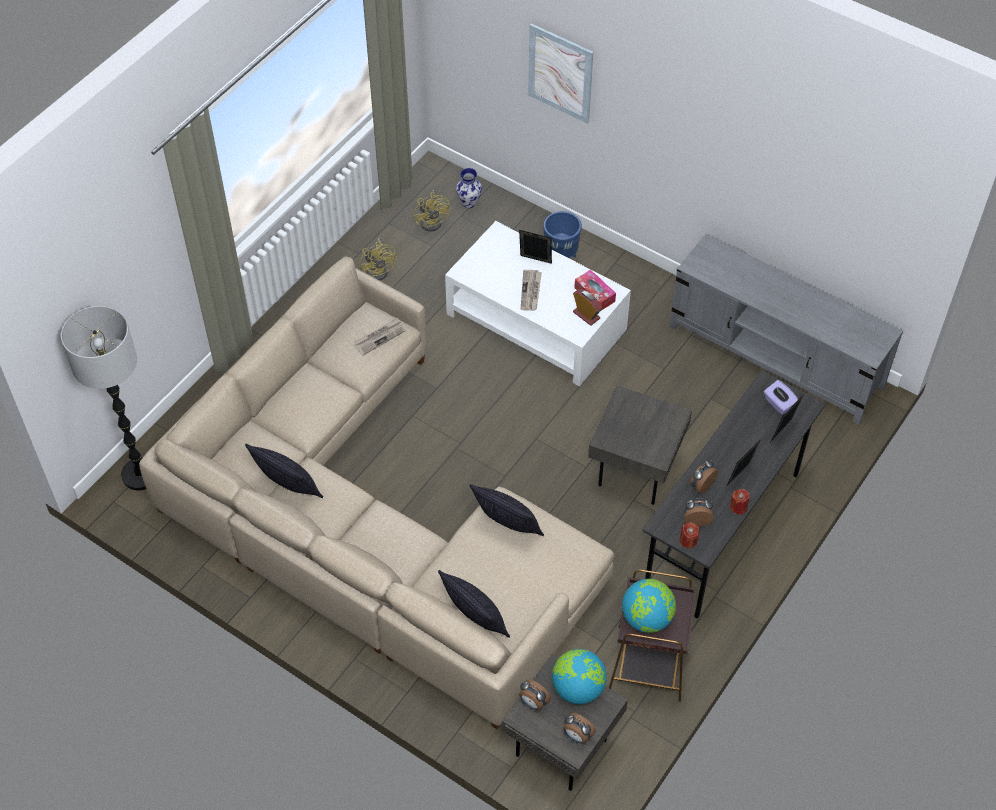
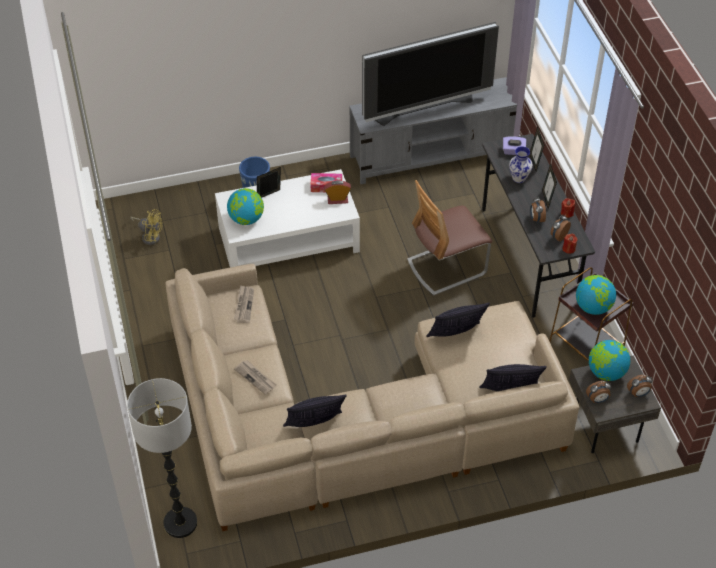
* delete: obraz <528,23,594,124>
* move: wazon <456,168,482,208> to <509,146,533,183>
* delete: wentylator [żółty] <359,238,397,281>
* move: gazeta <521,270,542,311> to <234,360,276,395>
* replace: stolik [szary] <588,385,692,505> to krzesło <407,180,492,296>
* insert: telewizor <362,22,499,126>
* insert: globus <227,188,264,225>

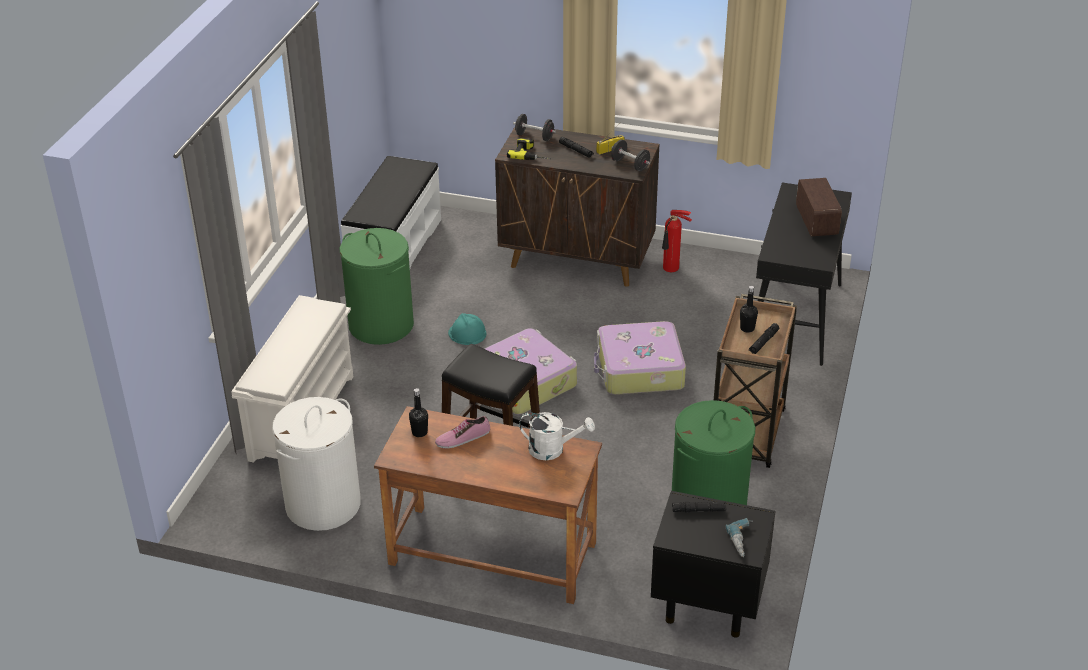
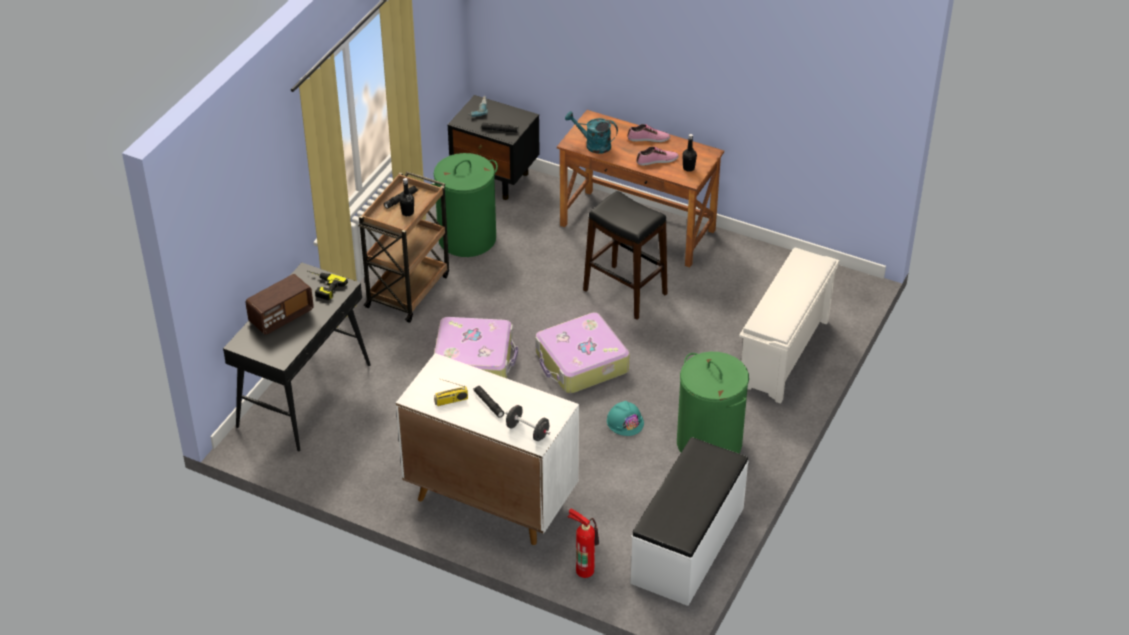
* recolor: szafka [brązowy] <495,127,660,287> to szafka [biały] <396,353,579,545>
* move: wiertarka <507,138,551,160> to <307,271,348,300>
* delete: hantel [czarny] <611,139,650,171>
* rotate: radio <796,178,842,236> = <246,274,314,335> 135 degrees counterclockwise
* move: gaśnica <662,210,692,272> to <568,509,599,578>
* delete: kosz na pranie [biały] <272,397,361,531>
* recolor: konewka [biały] <519,412,595,460> to konewka [turkusowy] <565,111,618,154>
* insert: but <627,124,670,142>

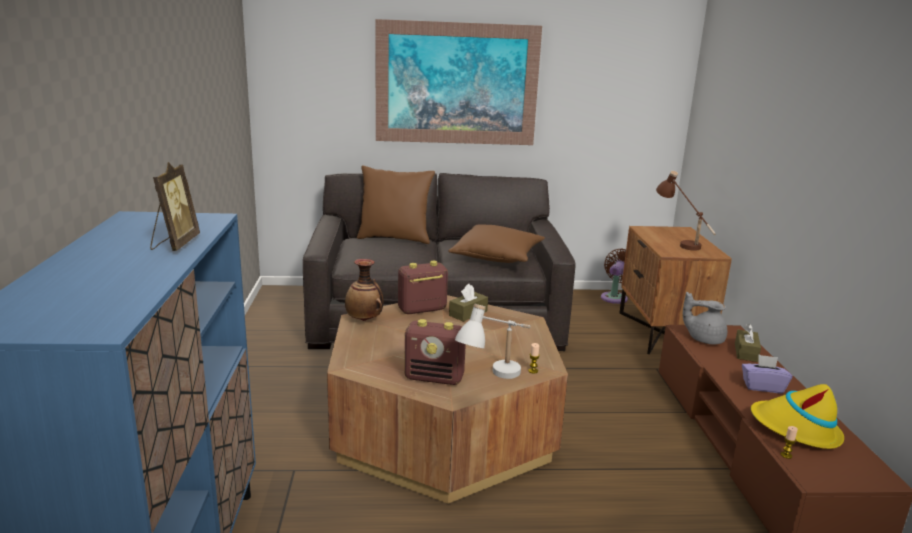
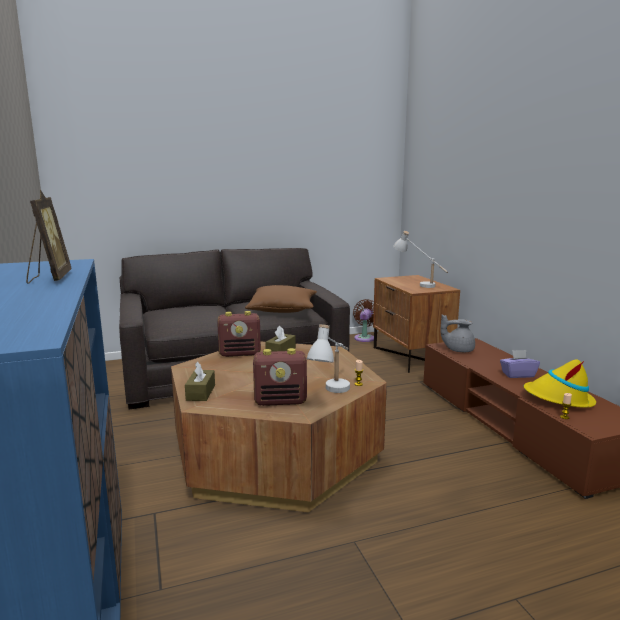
* delete: obraz <375,19,542,145>
* delete: poduszka [brązowy] <357,165,435,244>
* recolor: lampa stołowa [brązowy] <656,171,716,251> to lampa stołowa [biały] <393,231,448,288>
* delete: wazon <345,259,384,321>
* rotate: radio <398,261,448,314> = <217,311,261,357> 150 degrees counterclockwise
* move: pudełko chusteczek [brązowy] <735,324,761,362> to <185,361,215,401>

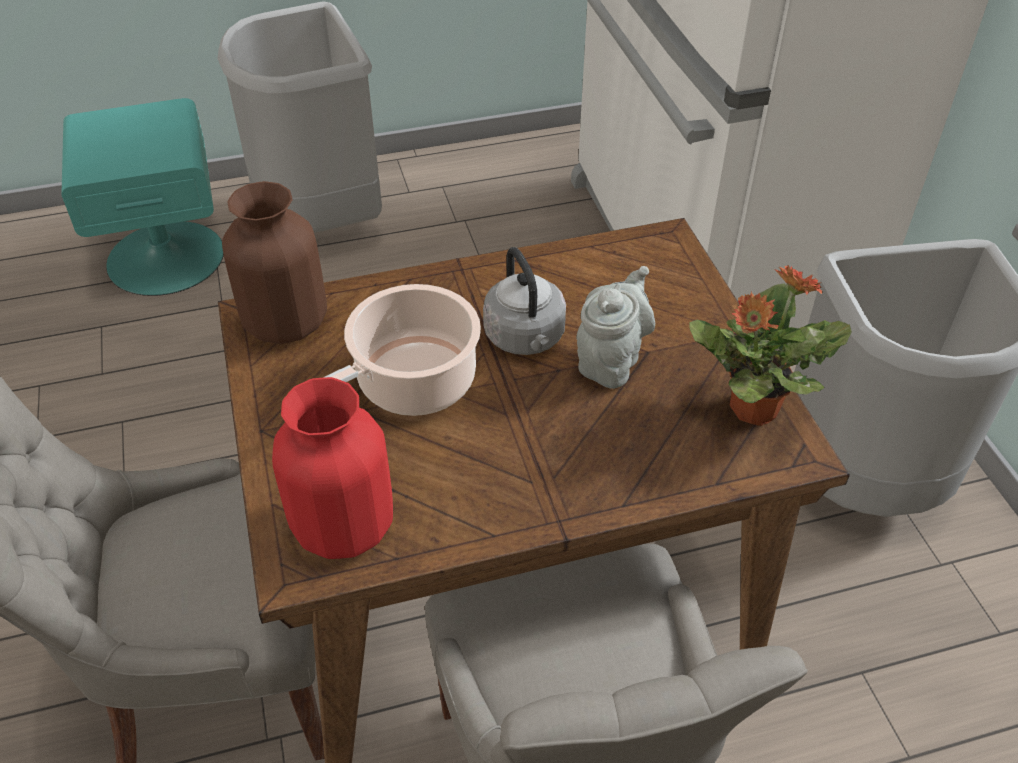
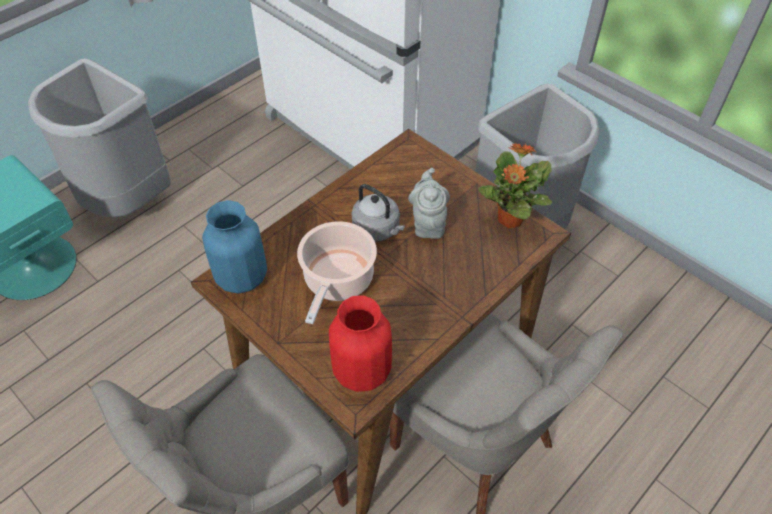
* recolor: wazon [brązowy] <222,181,327,344> to wazon [niebieski] <202,200,267,293>

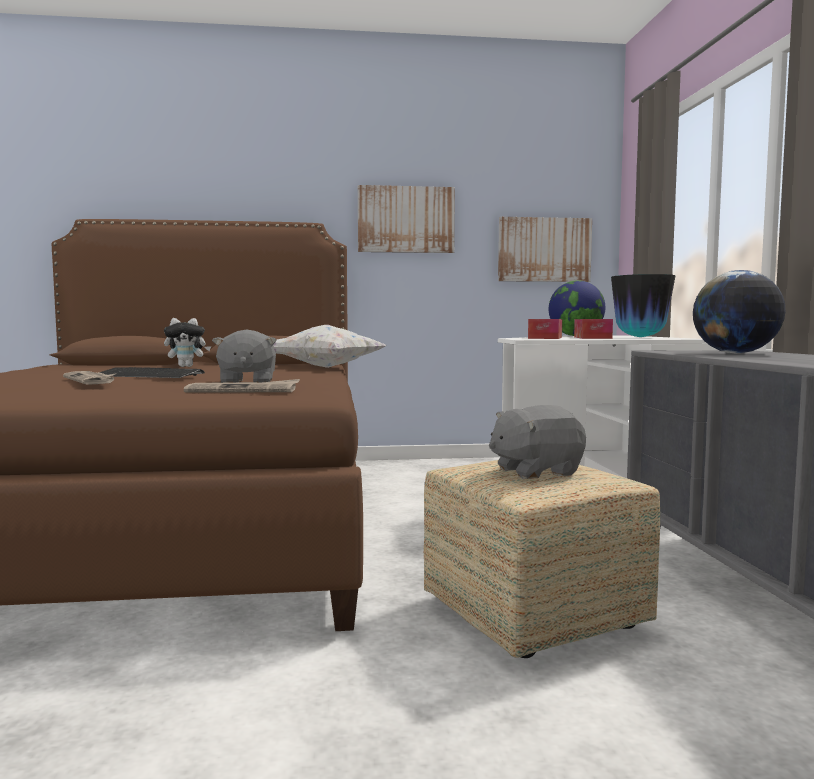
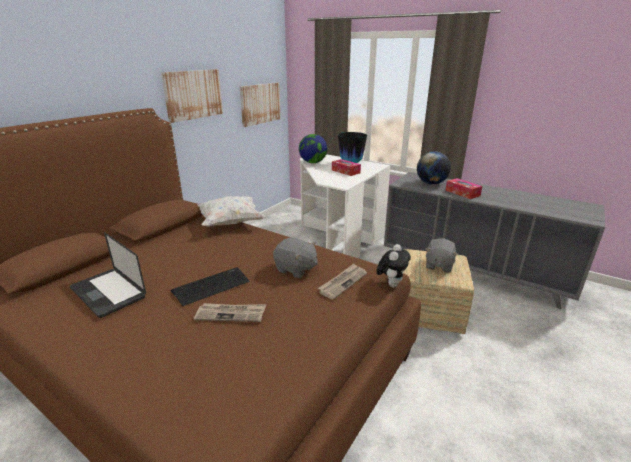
* move: pluszak <164,318,211,367> to <376,244,411,287>
* move: pudełko chusteczek <528,319,562,339> to <445,178,482,199>
* insert: laptop <70,232,146,318>

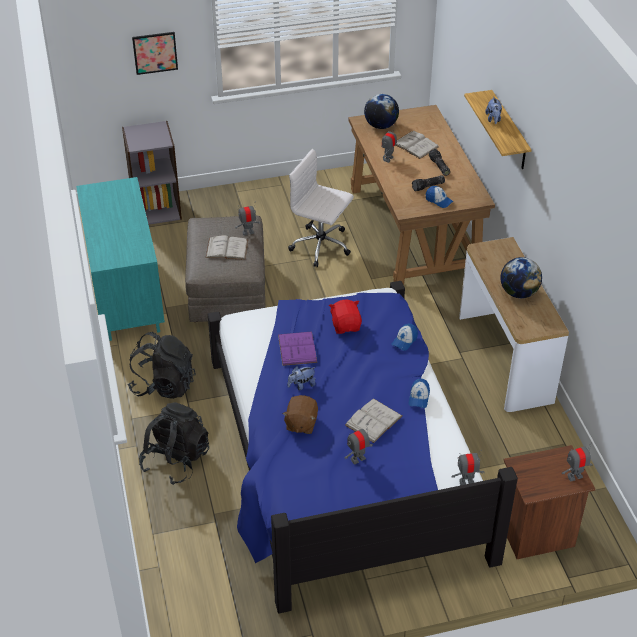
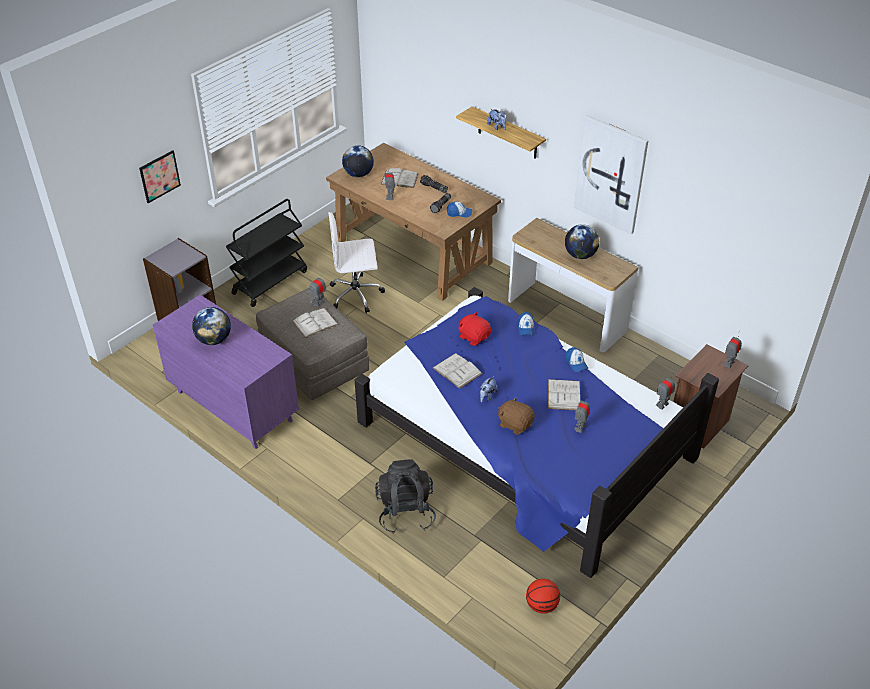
* recolor: komoda [turkusowy] <76,177,165,341> to komoda [fioletowy] <153,295,299,449>
* recolor: książka [fioletowy] <278,331,317,366> to książka [biały] <433,353,482,389>
* delete: plecak [czarny] <127,332,196,399>
* rotate: pluszak [brązowy] <282,395,318,434> = <498,397,535,435> 150 degrees clockwise
* insert: obraz <574,115,648,234>
* insert: wózek [czarny] <226,199,307,307>
* insert: globus <192,307,231,345>
* insert: piłka do koszykówki <526,579,560,614>

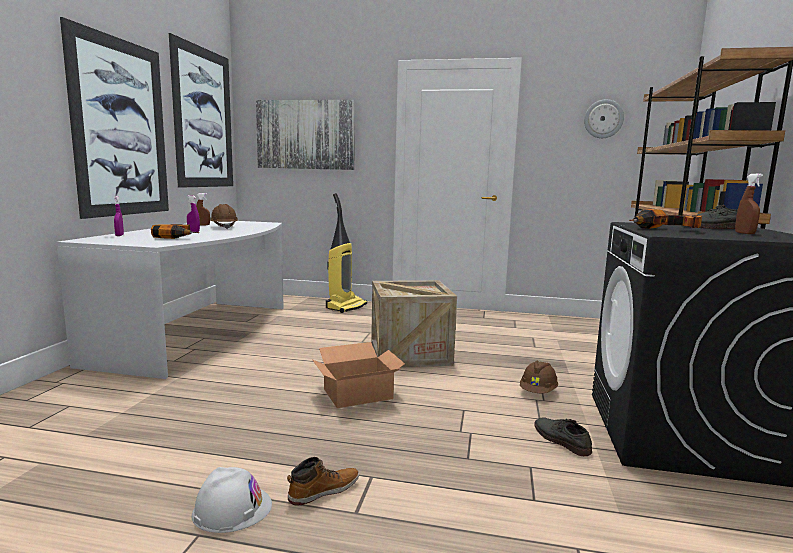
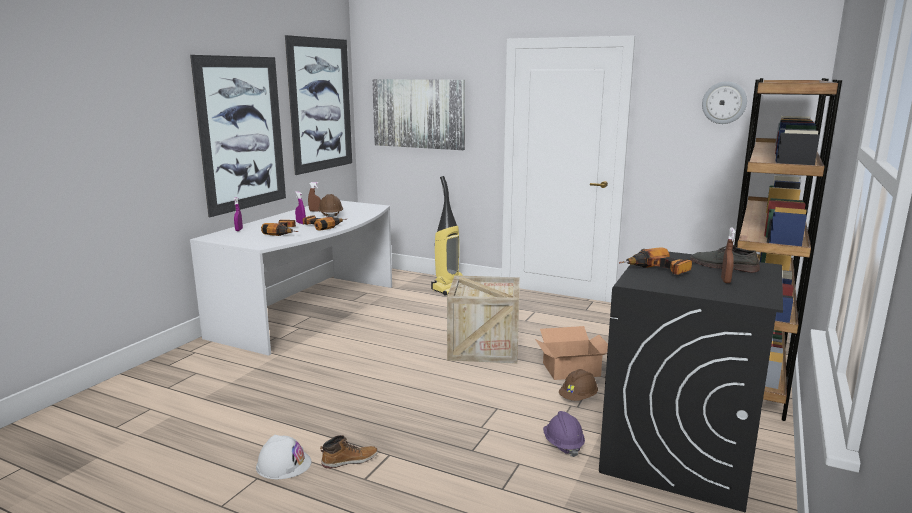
* move: karton <312,342,405,408> to <535,326,608,380>
* replace: but [szary] <534,417,592,456> to kask [fioletowy] <543,411,585,457>
* insert: wiertarka <303,215,346,231>

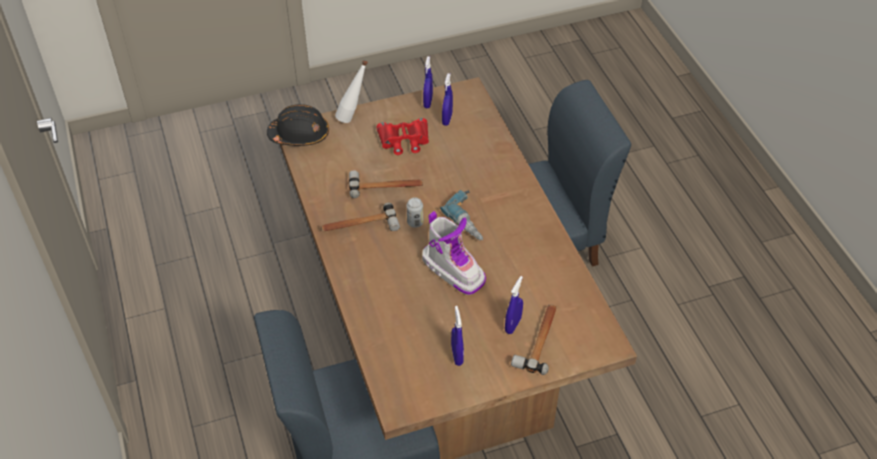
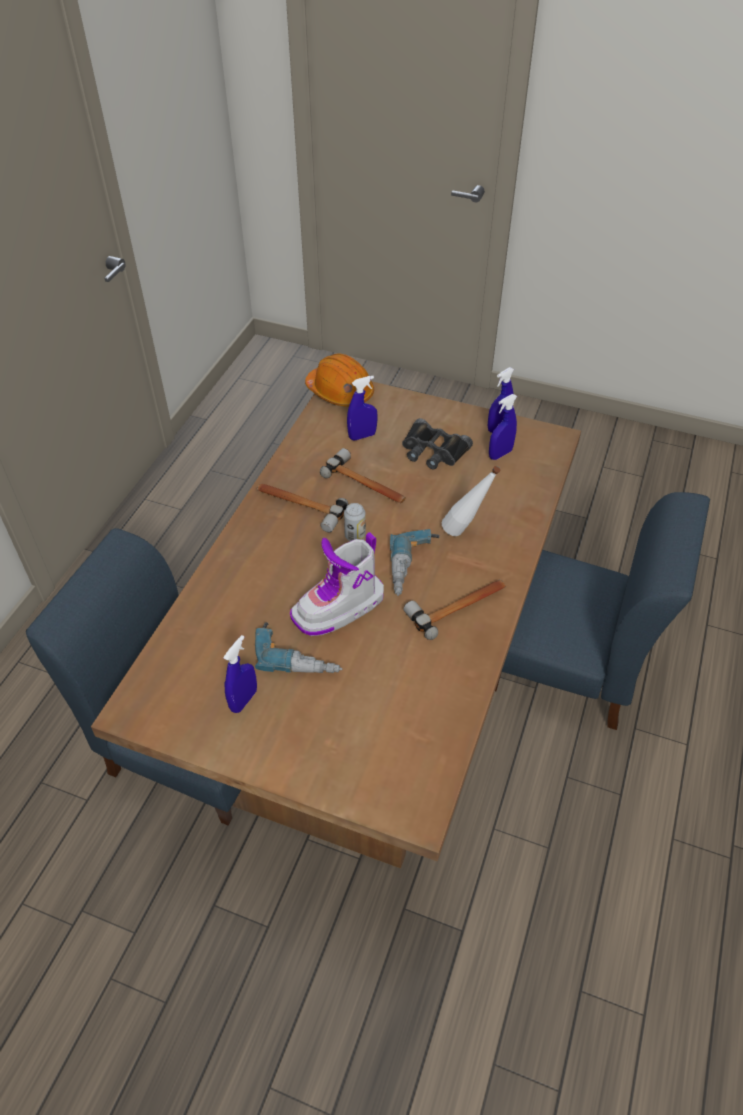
* move: butelka [biały] <335,60,368,123> to <442,466,500,536>
* recolor: kask [czarny] <267,104,329,146> to kask [pomarańczowy] <305,354,374,407>
* recolor: lornetka [czerwony] <376,118,429,155> to lornetka [czarny] <402,418,473,469>
* rotate: but z cholewką <422,211,486,295> = <290,532,384,636> 60 degrees clockwise
* move: spryskiwacz [niebieski] <505,276,523,334> to <347,376,378,440>
* move: młotek <511,305,557,375> to <404,579,506,640>
* insert: wiertarka <255,622,342,673>

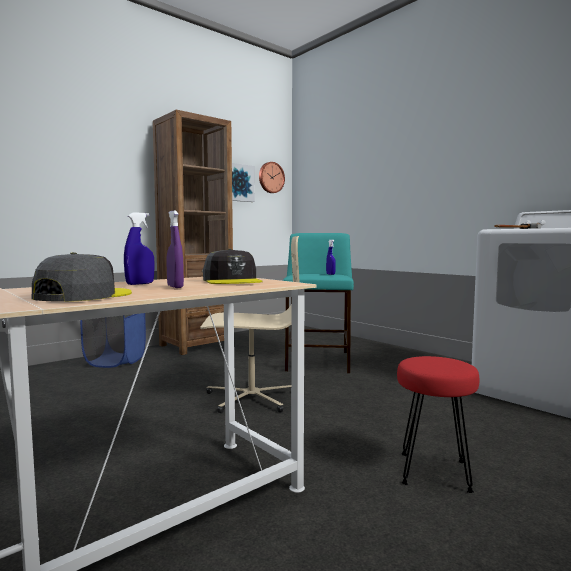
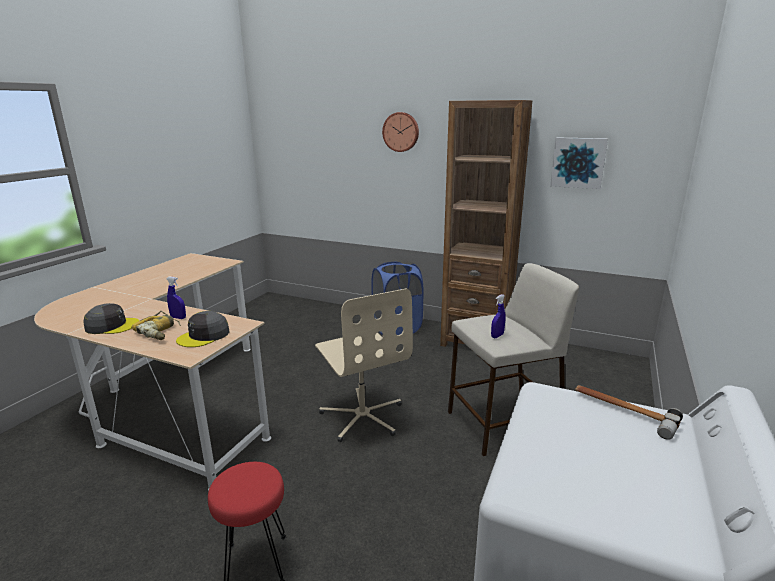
* move: zegar ścienny <259,162,285,193> to <382,112,419,152>
* replace: spryskiwacz [fioletowy] <166,211,184,288> to wiertarka <131,311,181,340>
* recolor: stołek [turkusowy] <283,233,354,373> to stołek [beżowy] <448,263,579,456>

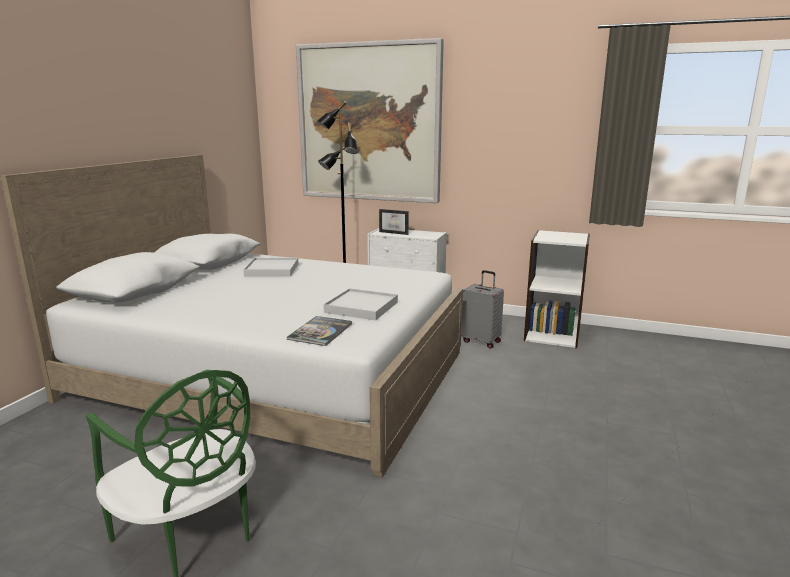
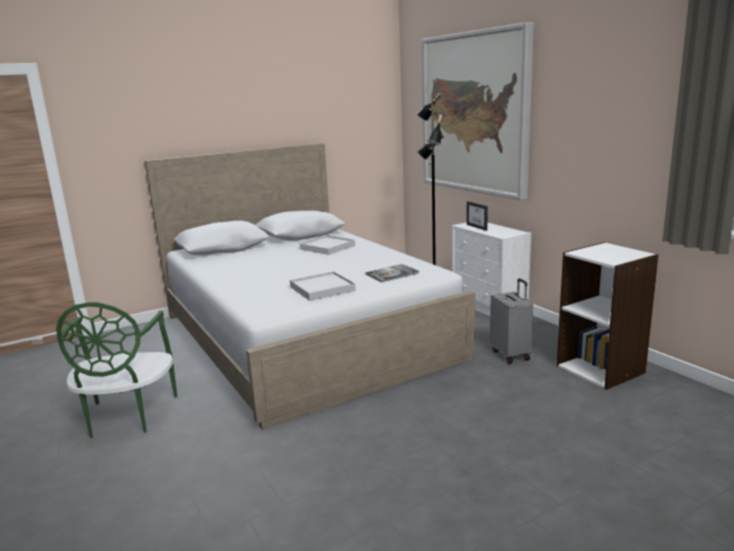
* move: książka <287,316,352,346> to <365,264,419,282>

